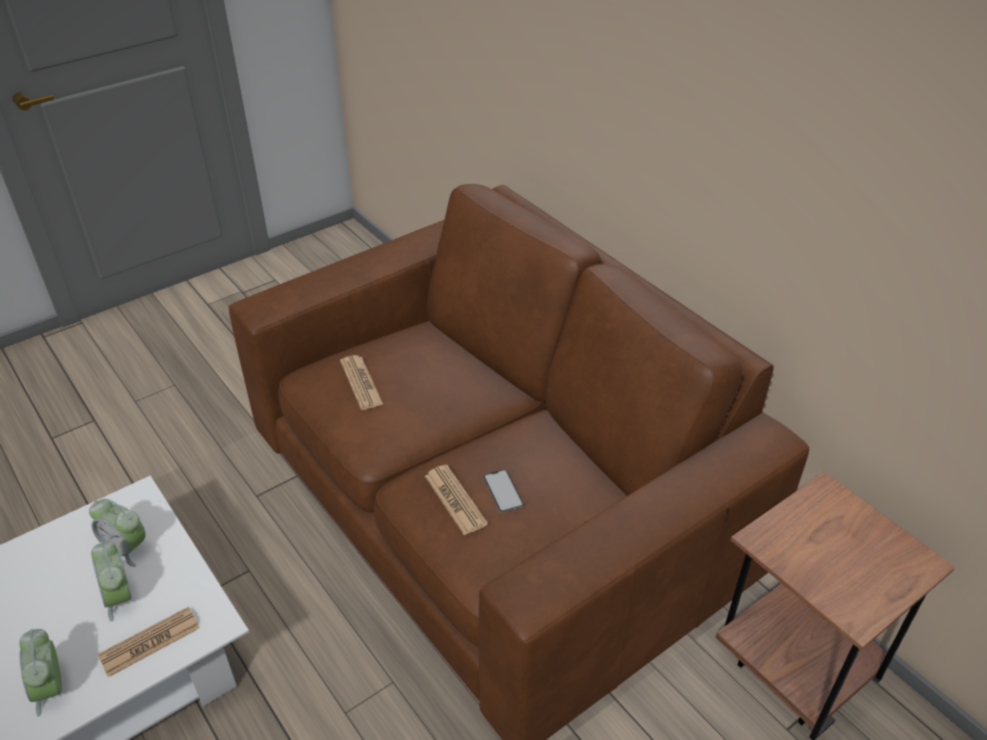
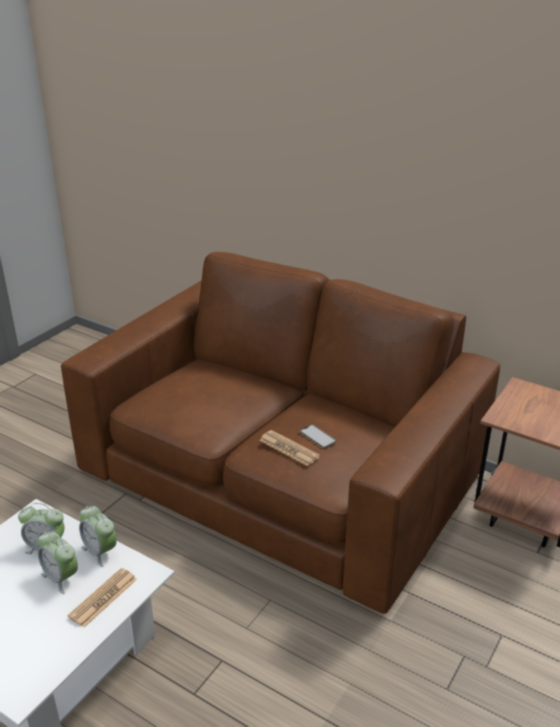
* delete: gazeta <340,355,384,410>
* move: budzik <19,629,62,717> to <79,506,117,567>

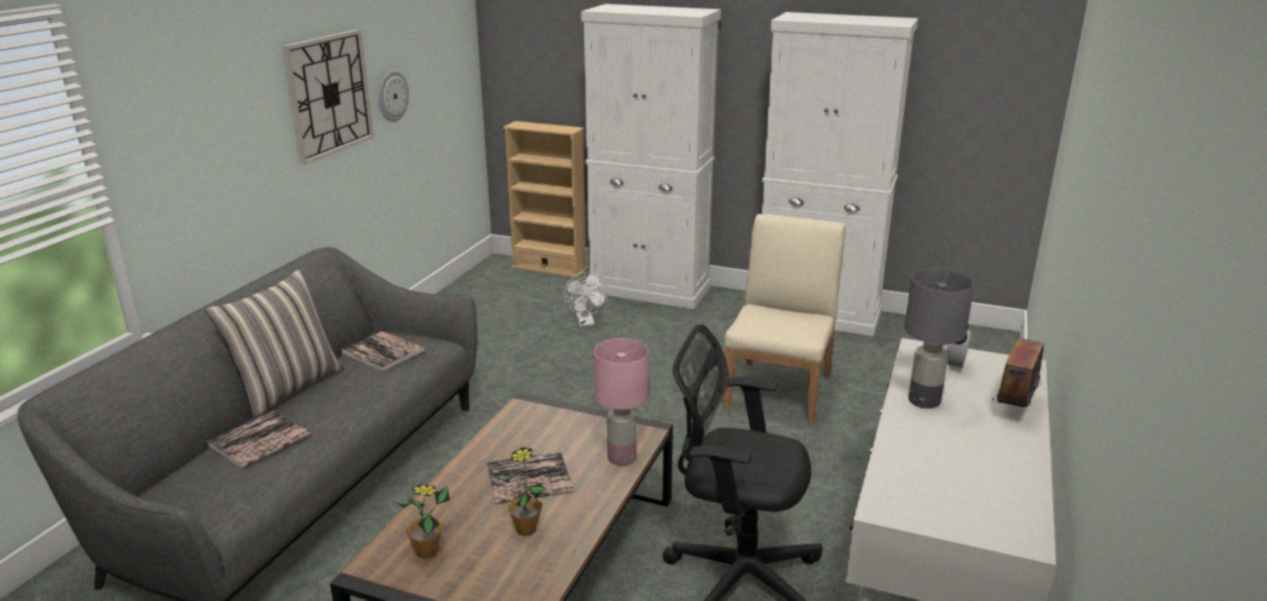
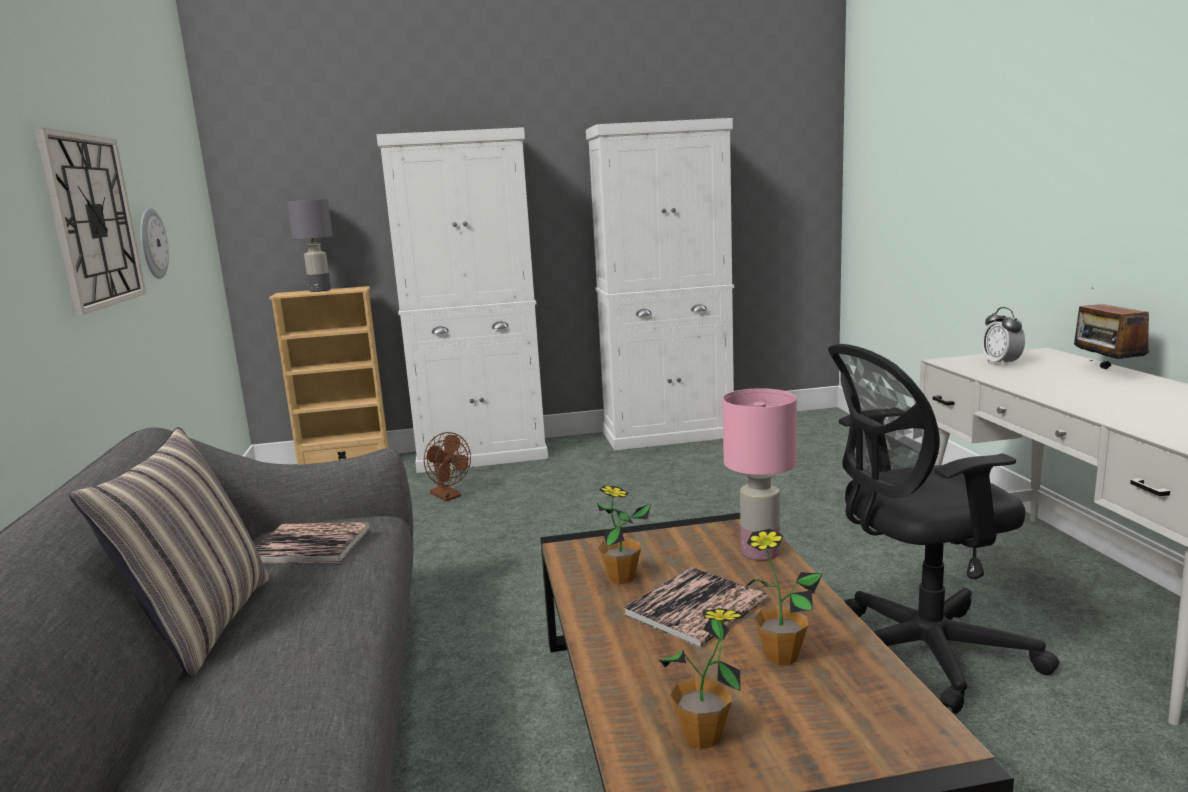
* delete: krzesło [beżowy] <723,214,846,425>
* move: lampa stołowa [szary] <905,268,974,408> to <287,199,333,292>
* recolor: wentylator [biały] <564,272,608,326> to wentylator [brązowy] <424,432,471,501>
* delete: książka <207,411,310,469>
* insert: roślina doniczkowa <597,485,651,584>

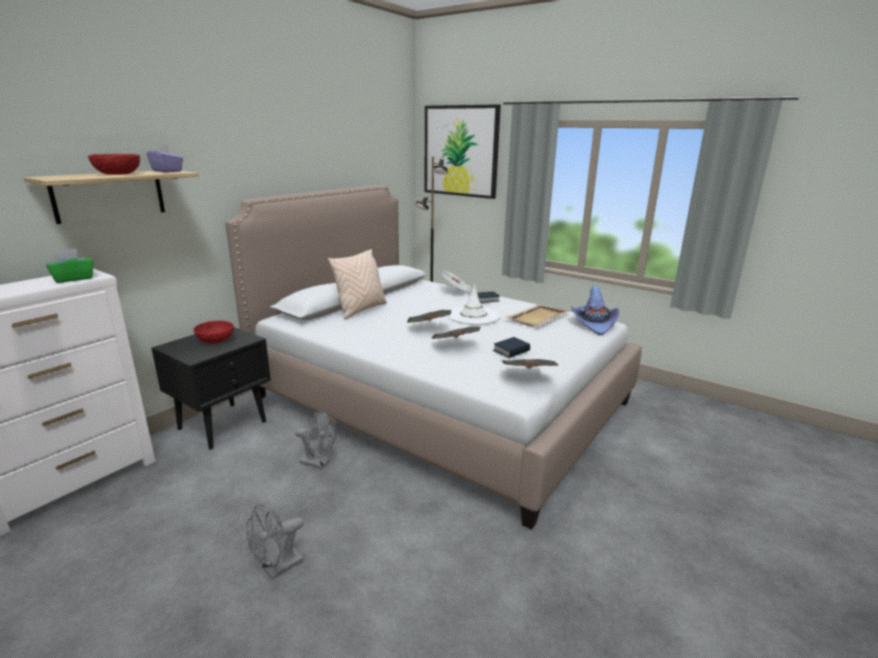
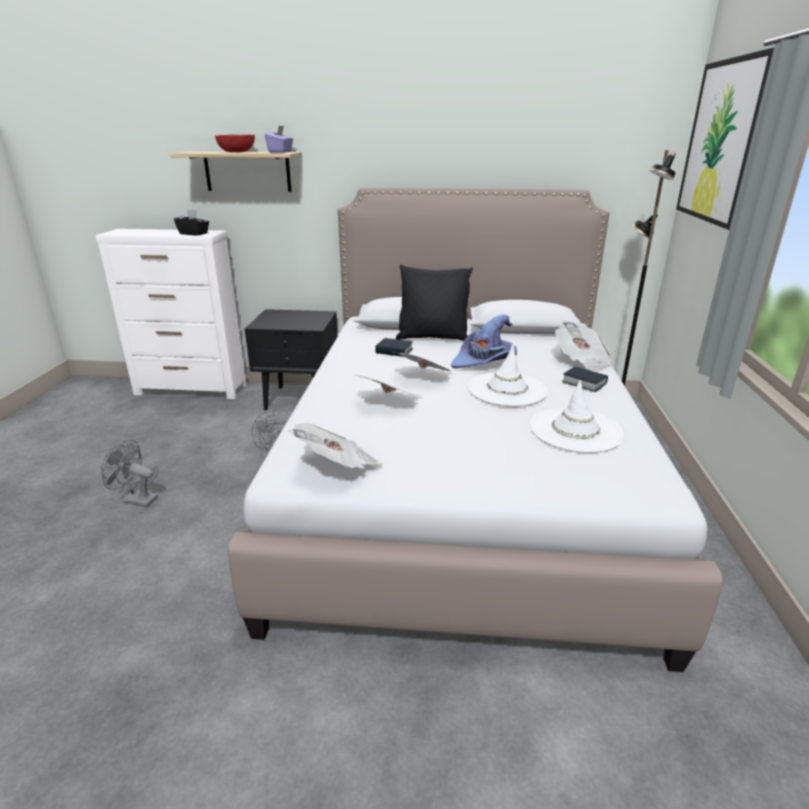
* recolor: pudełko chusteczek [zielony] <46,248,93,283> to pudełko chusteczek [czarny] <174,210,209,235>
* recolor: poduszka [beżowy] <328,249,387,319> to poduszka [czarny] <396,264,473,341>
* move: kapelusz [fioletowy] <571,286,619,335> to <451,314,517,368>
* replace: taca [beżowy] <505,304,569,327> to kapelusz [biały] <530,380,624,453>
* delete: miska [czerwony] <193,321,234,343>
* move: książka <493,337,530,358> to <375,338,413,357>

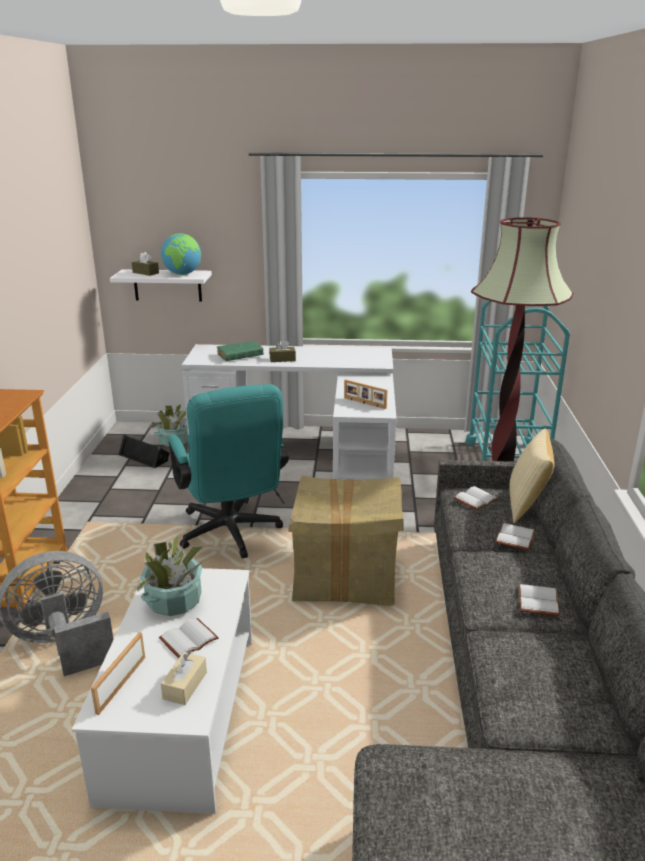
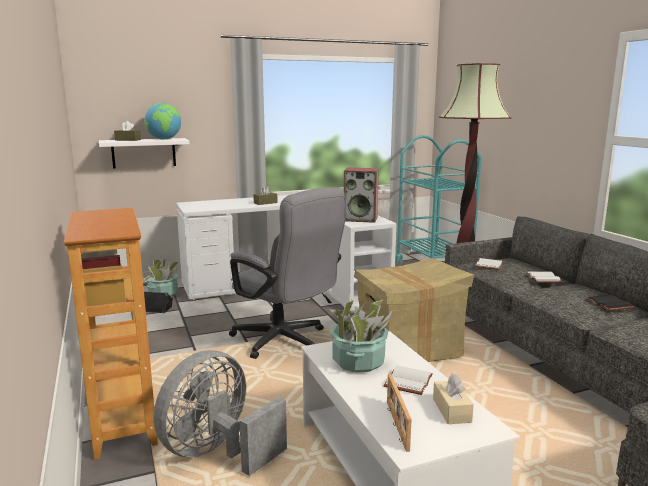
* delete: książka [zielony] <217,341,263,361>
* replace: ramka na zdjęcie <344,379,388,409> to głośnik <344,168,379,223>
* recolor: krzesło biurowe [turkusowy] <169,384,289,558> to krzesło biurowe [szary] <229,187,346,359>
* delete: poduszka <510,429,555,523>
* recolor: książka [biały] <518,584,560,616> to książka [czarny] <586,295,634,311>

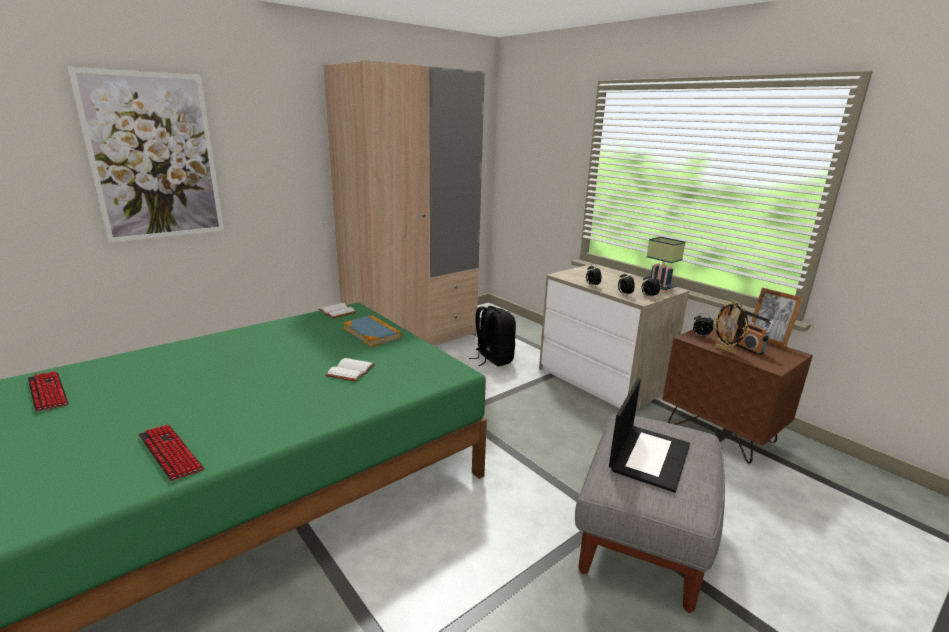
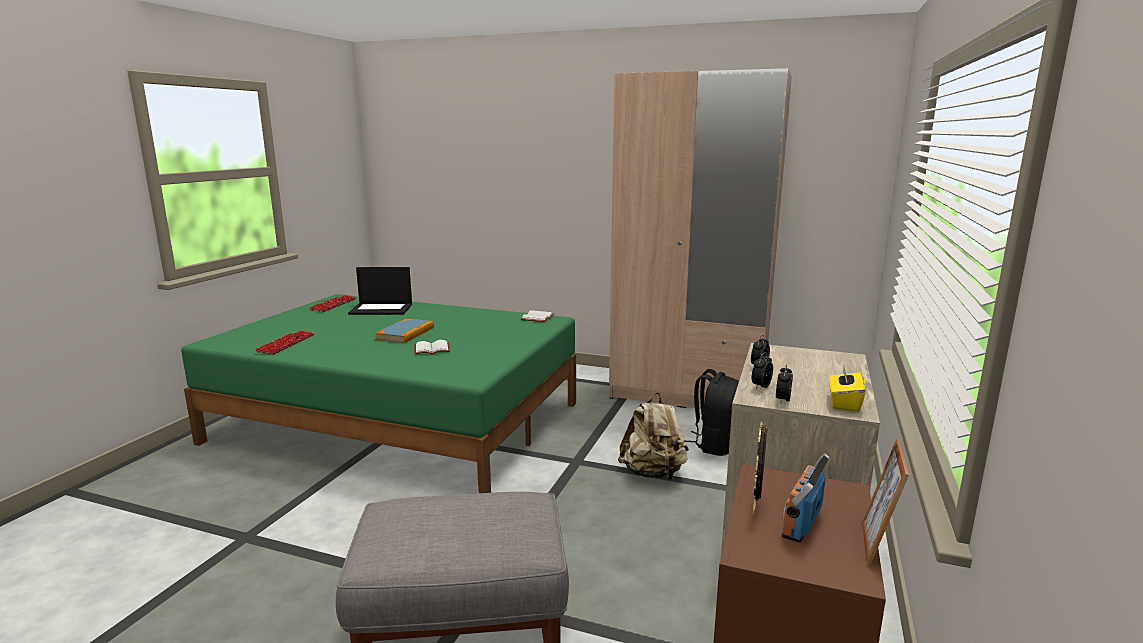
* delete: obraz <67,67,224,243>
* replace: lampa stołowa <646,237,686,292> to pudełko chusteczek [żółty] <829,364,866,412>
* delete: budzik <693,313,714,337>
* move: książka <343,315,402,347> to <375,319,434,343>
* move: laptop <609,378,690,493> to <348,267,412,315>
* insert: plecak [beżowy] <618,393,689,480>

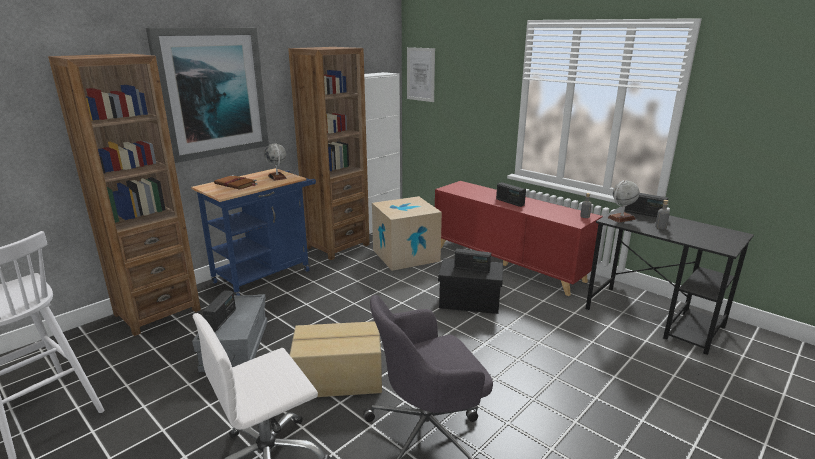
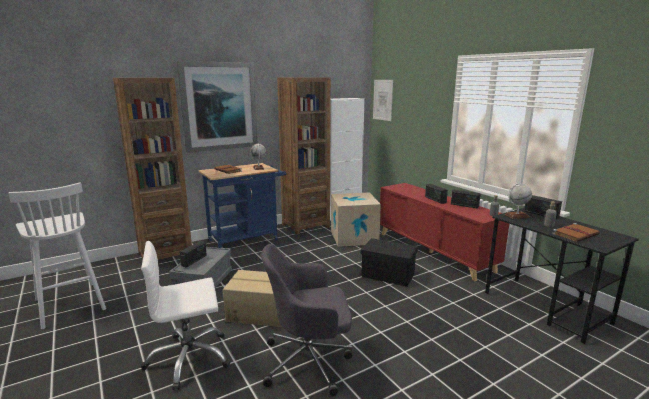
* move: radio <454,249,491,273> to <451,190,481,209>
* insert: książka [brązowy] <552,223,600,242>

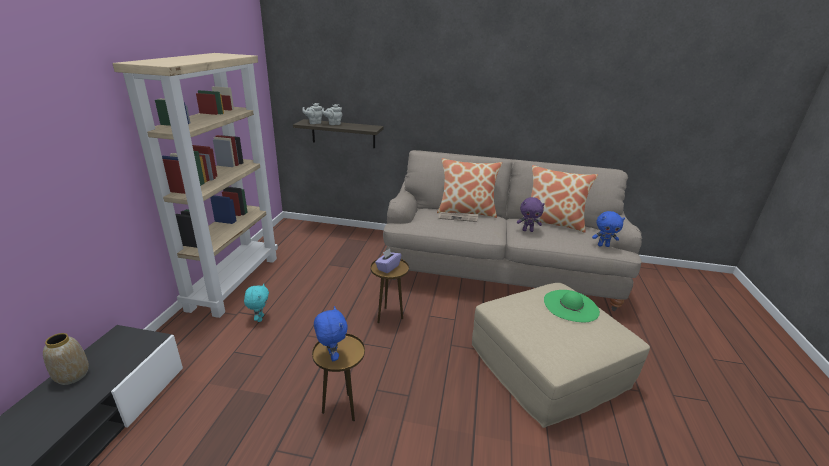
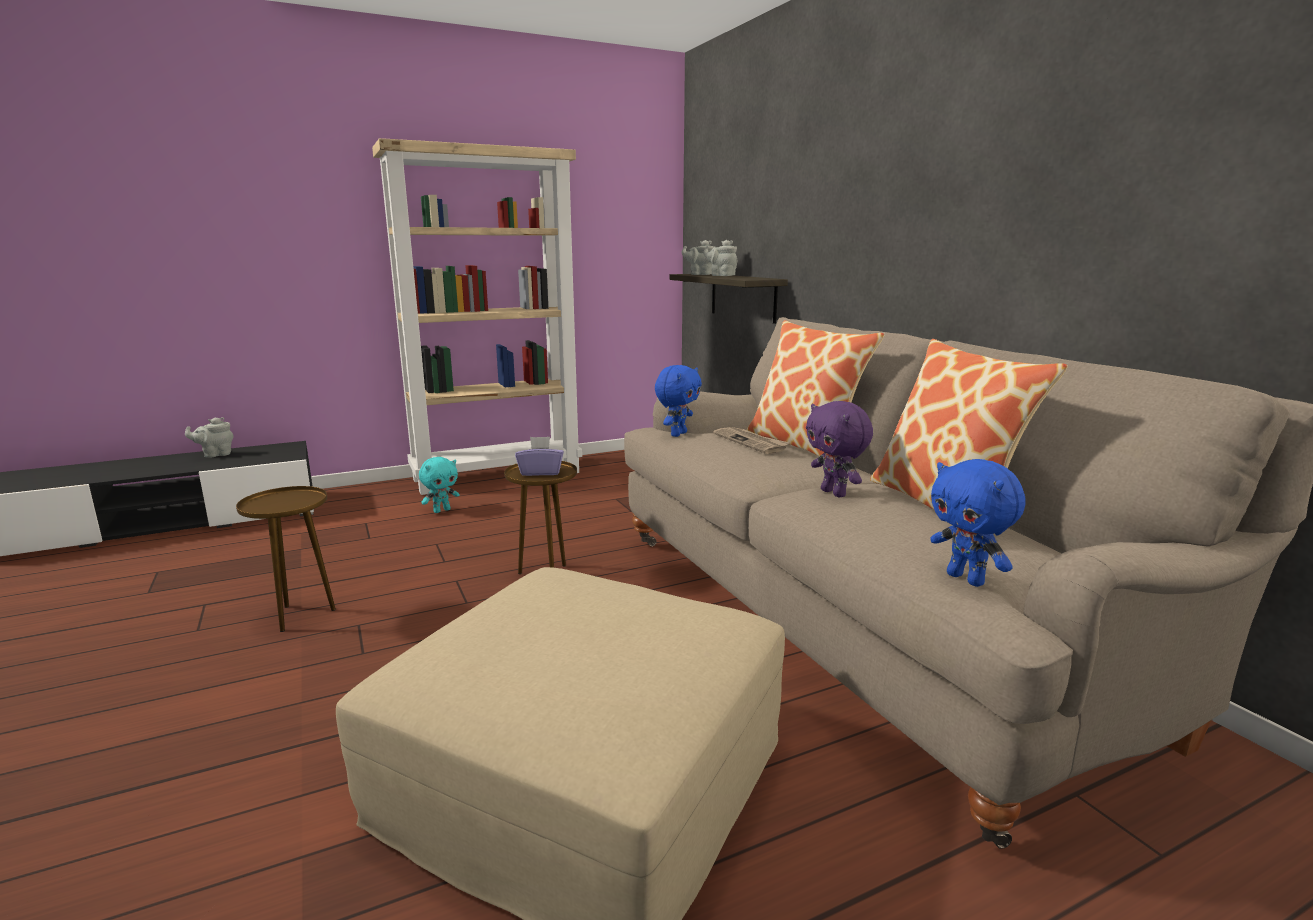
* delete: kapelusz [zielony] <544,290,600,322>
* move: pluszak [niebieski] <314,306,348,361> to <655,365,702,437>
* replace: wazon <43,333,89,385> to imbryk [szary] <185,417,234,458>

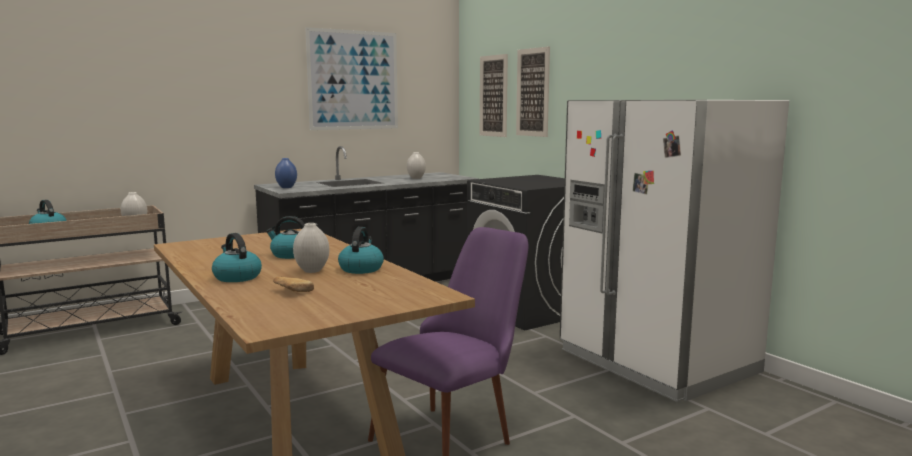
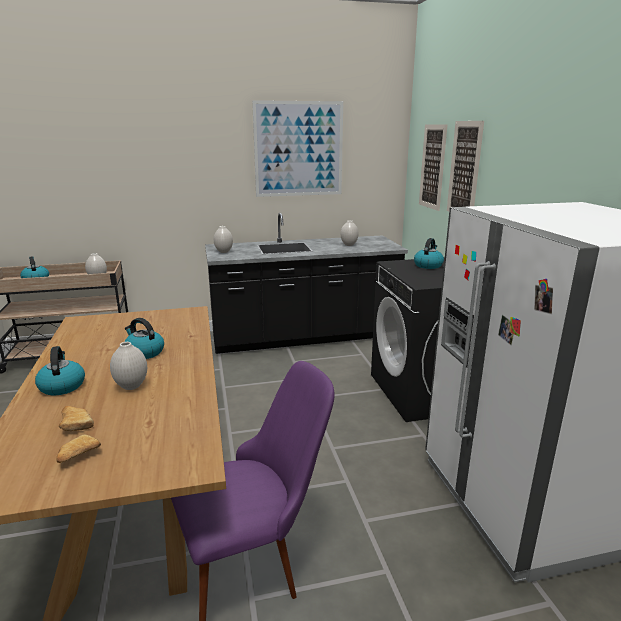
* recolor: wazon [niebieski] <275,158,297,188> to wazon [biały] <214,226,233,253>
* move: czajnik <338,227,384,274> to <414,238,444,269>
* insert: chleb <56,435,101,463>

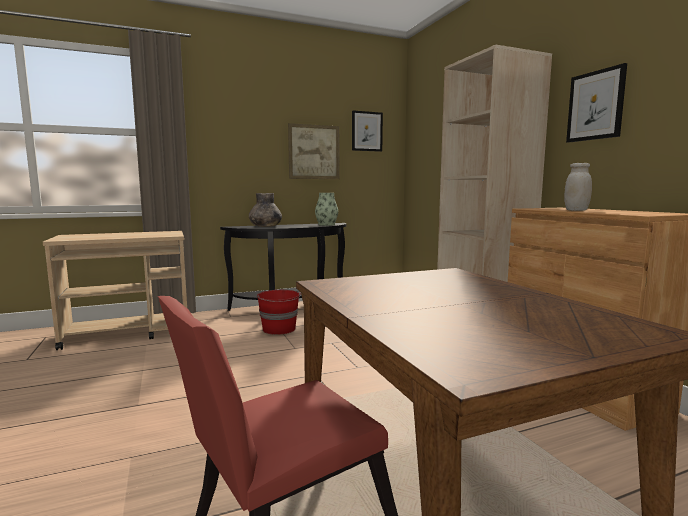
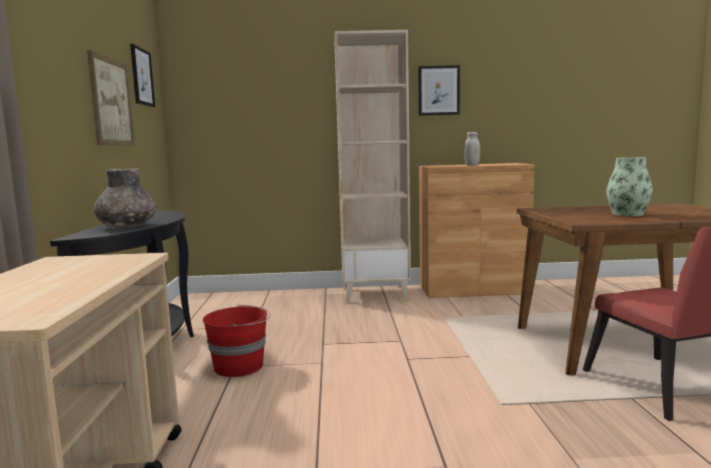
* move: wazon <315,193,338,226> to <606,157,653,216>

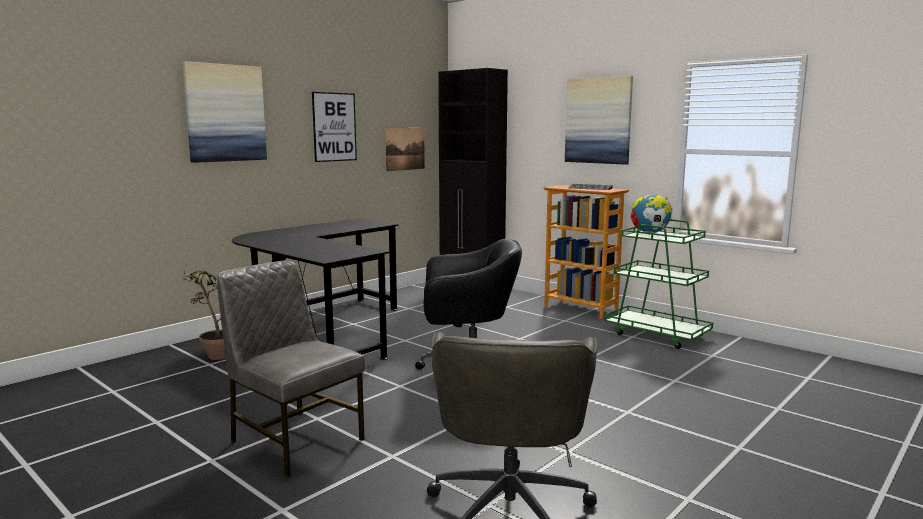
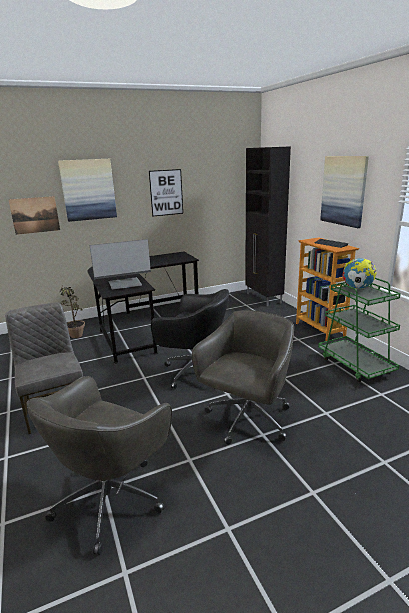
* move: obraz <385,127,425,171> to <8,196,60,235>
* insert: monitor <89,239,151,290>
* insert: krzesło biurowe [szary] <192,310,294,445>

